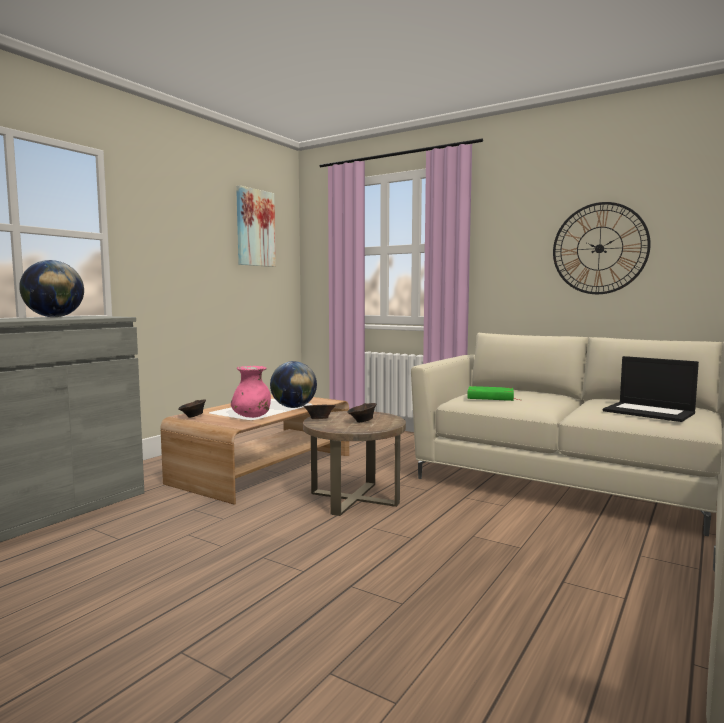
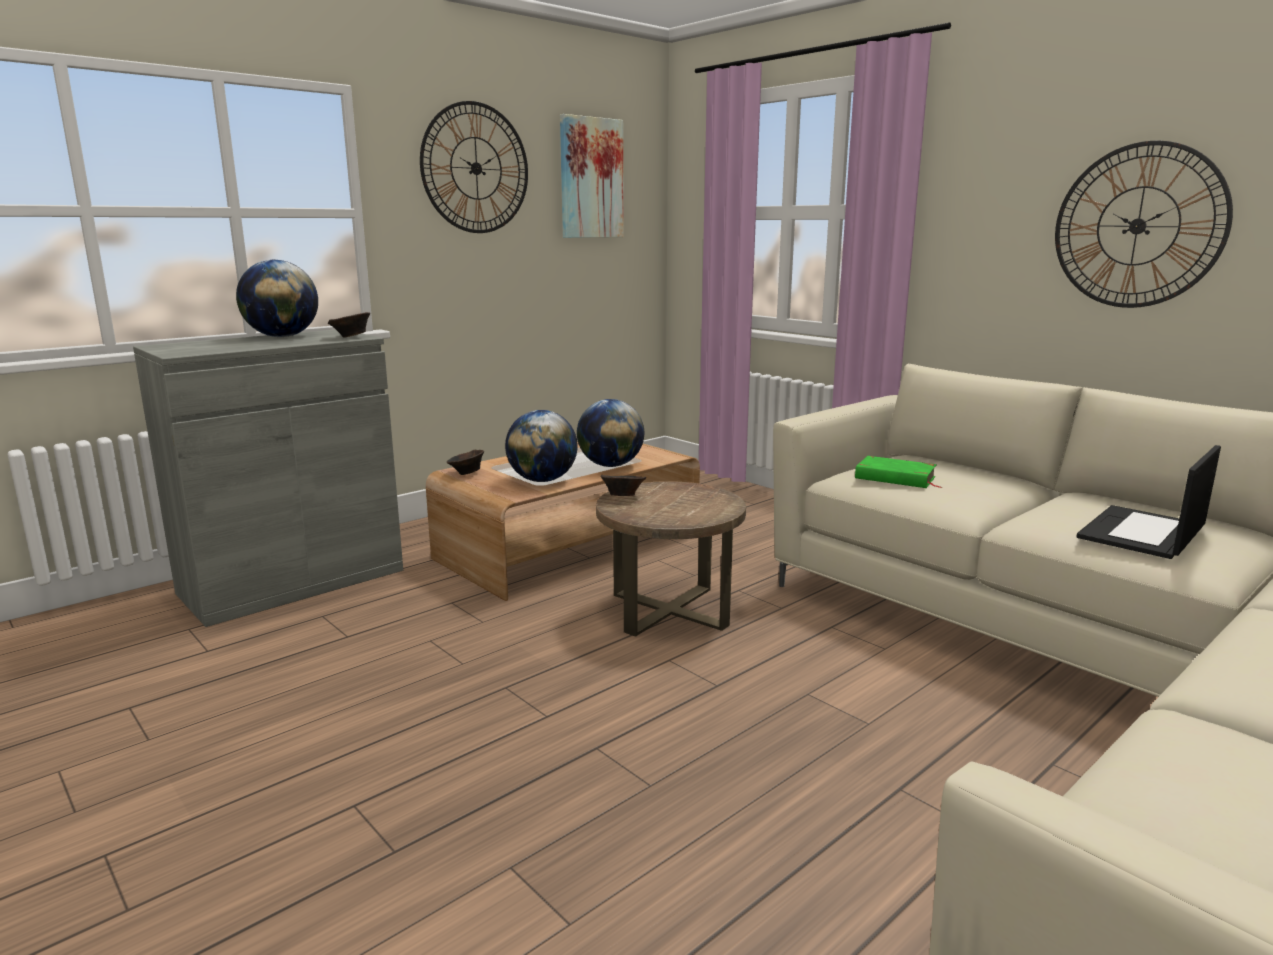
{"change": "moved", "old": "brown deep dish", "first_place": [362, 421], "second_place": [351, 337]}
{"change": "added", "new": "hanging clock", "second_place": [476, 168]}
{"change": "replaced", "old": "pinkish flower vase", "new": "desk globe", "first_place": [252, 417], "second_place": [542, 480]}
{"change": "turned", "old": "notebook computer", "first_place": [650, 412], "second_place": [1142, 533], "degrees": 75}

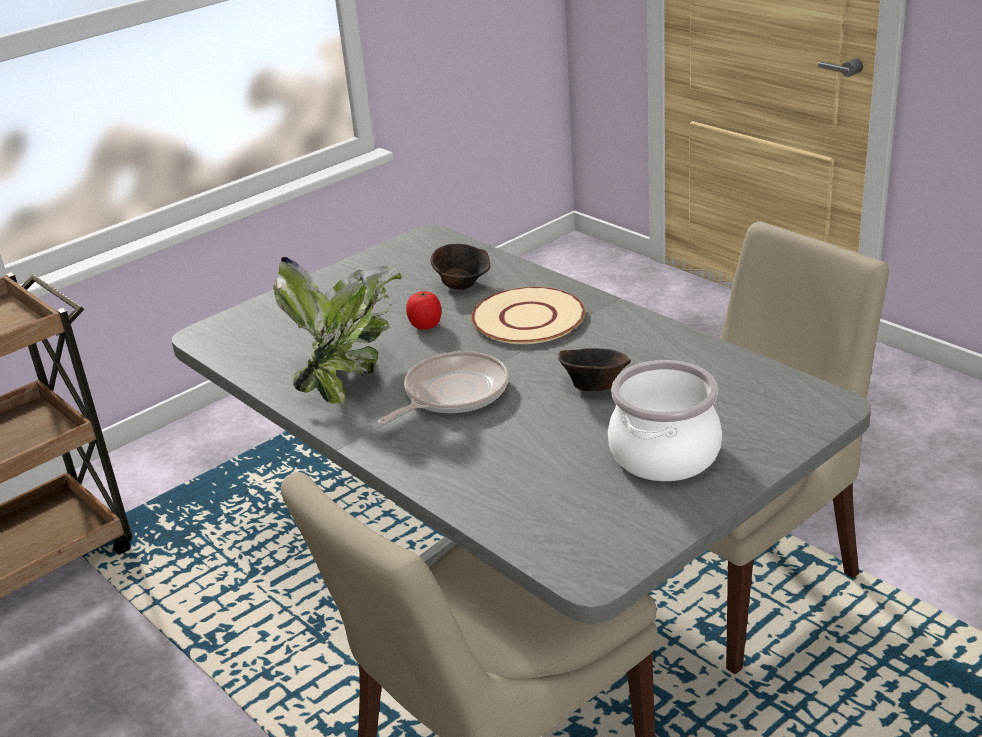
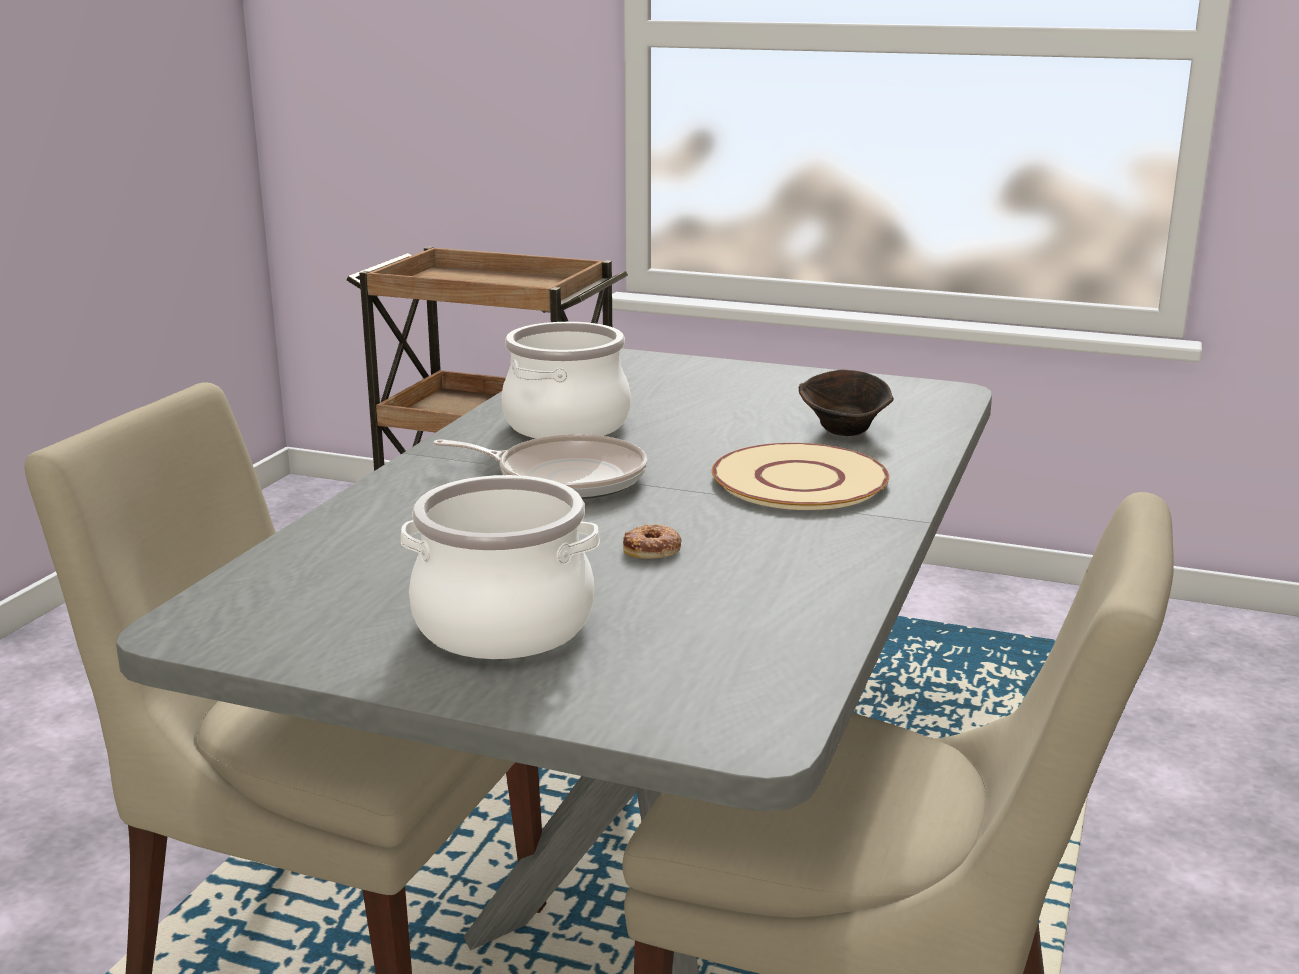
{"change": "replaced", "old": "plant in a pot", "new": "cooking pot", "first_place": [347, 375], "second_place": [565, 424]}
{"change": "replaced", "old": "brown deep dish", "new": "doughnut", "first_place": [593, 386], "second_place": [653, 549]}
{"change": "removed", "old": "fresh tomato", "first_place": [426, 325]}

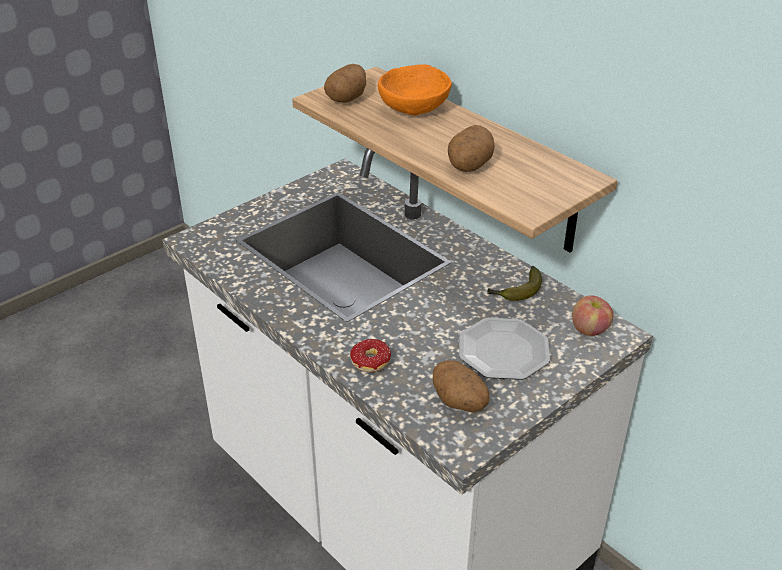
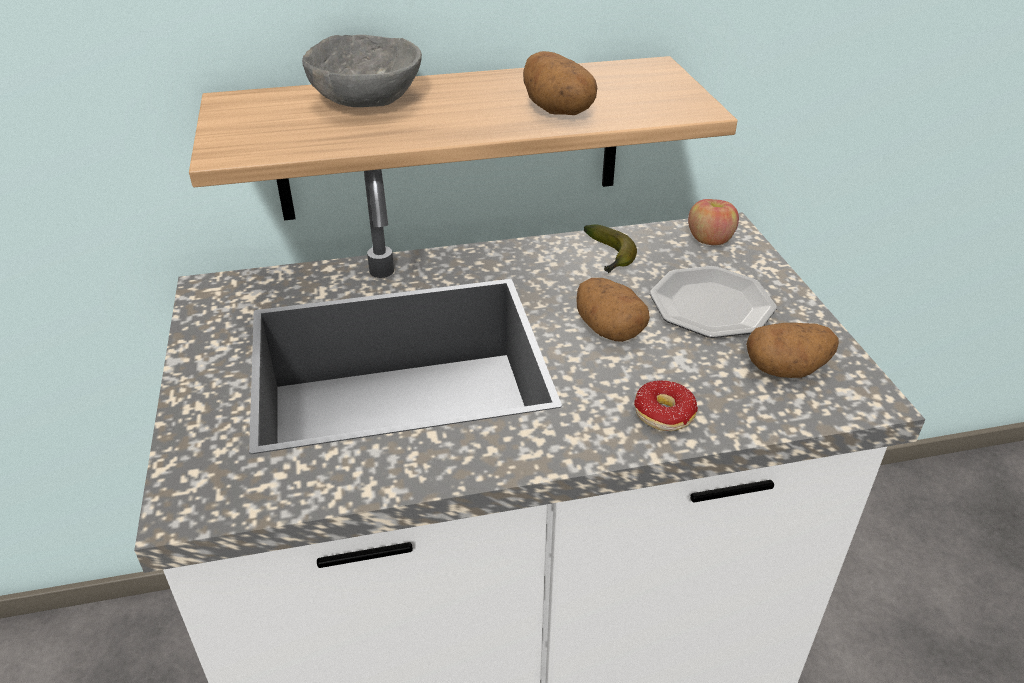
{"change": "recoloured", "old": "orangey deep dish", "new": "greyish deep dish", "first_place": [414, 108], "second_place": [366, 101]}
{"change": "moved", "old": "potato", "first_place": [347, 98], "second_place": [608, 330]}

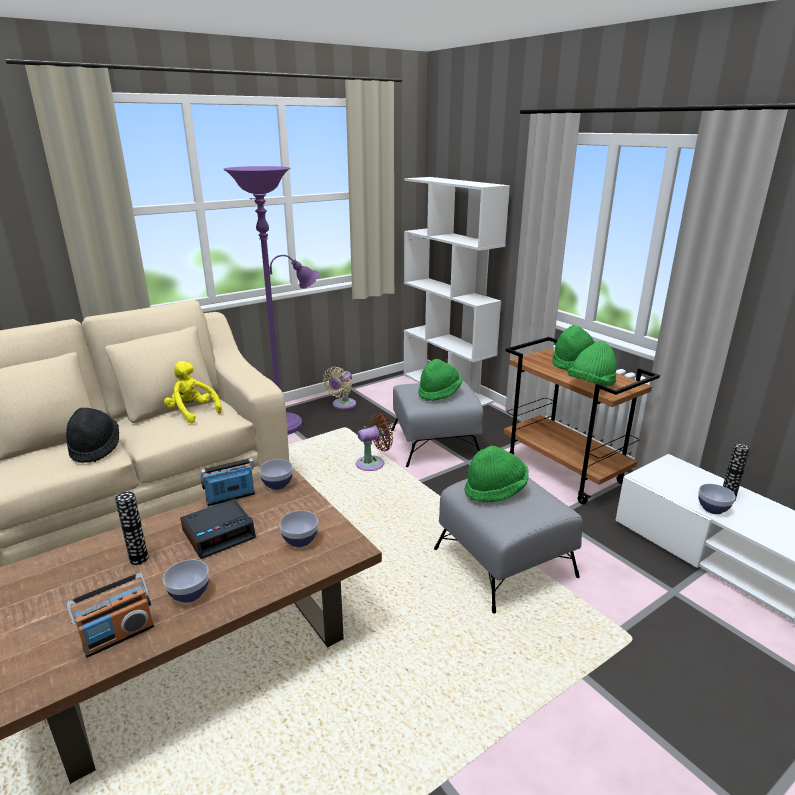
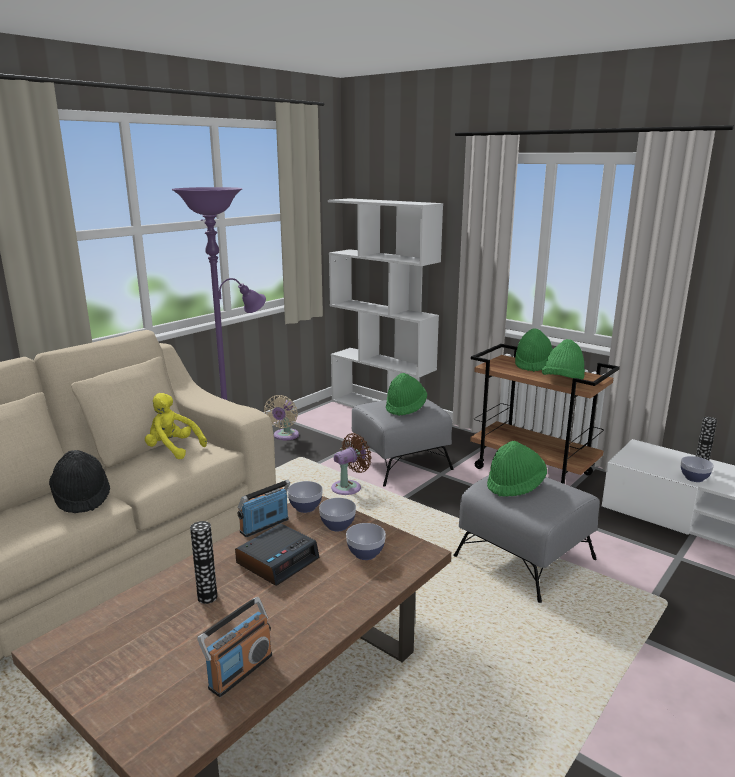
{"change": "moved", "old": "deep dish", "first_place": [189, 593], "second_place": [337, 525]}

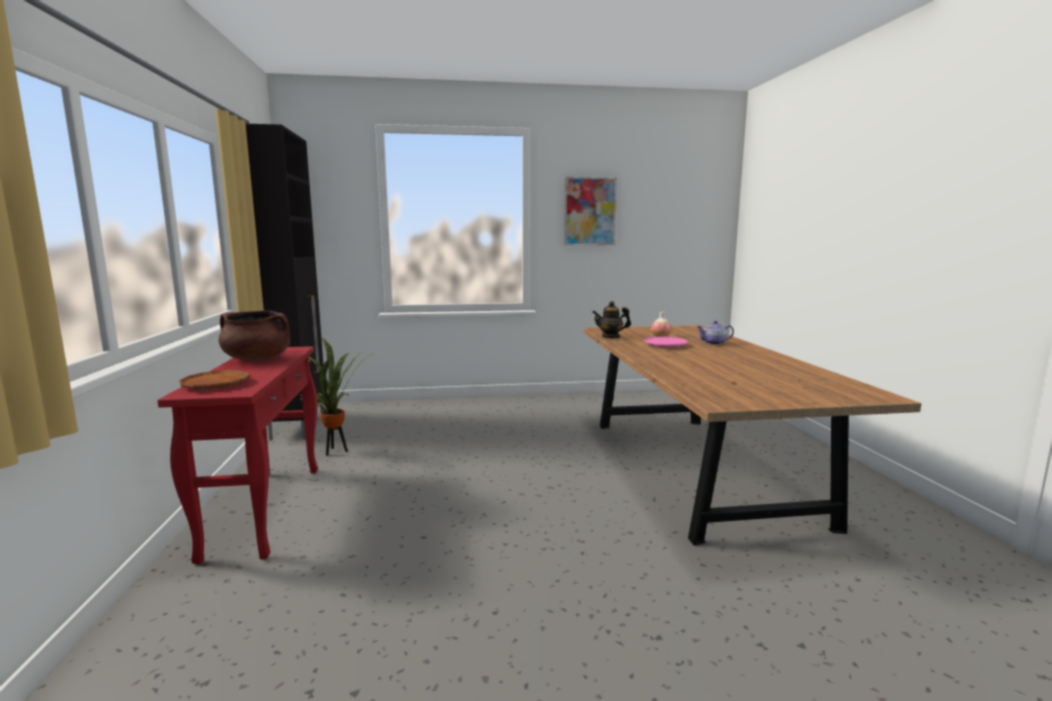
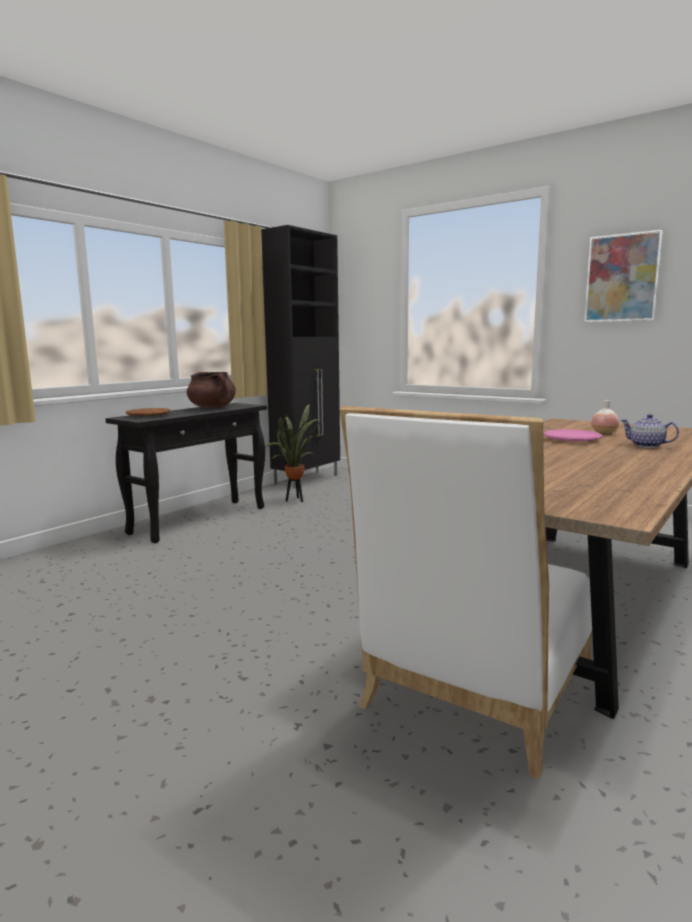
{"change": "recoloured", "old": "red-coloured narrow table", "new": "blackish narrow table", "first_place": [265, 509], "second_place": [200, 520]}
{"change": "added", "new": "white chair", "second_place": [475, 693]}
{"change": "removed", "old": "pot for tea", "first_place": [610, 336]}

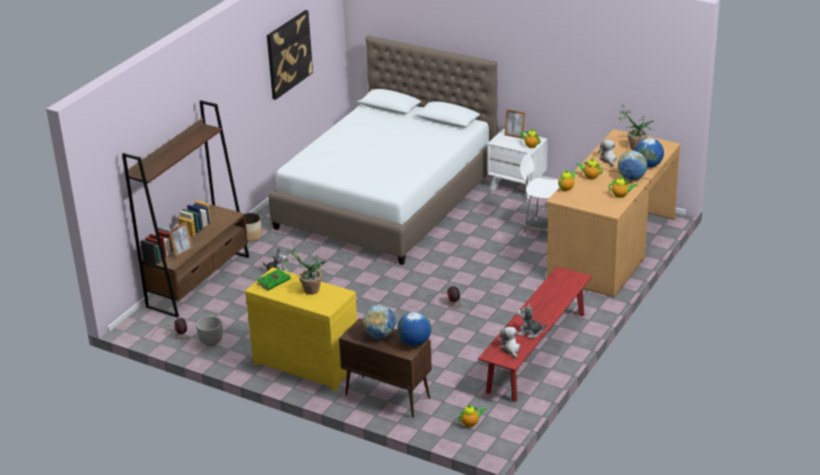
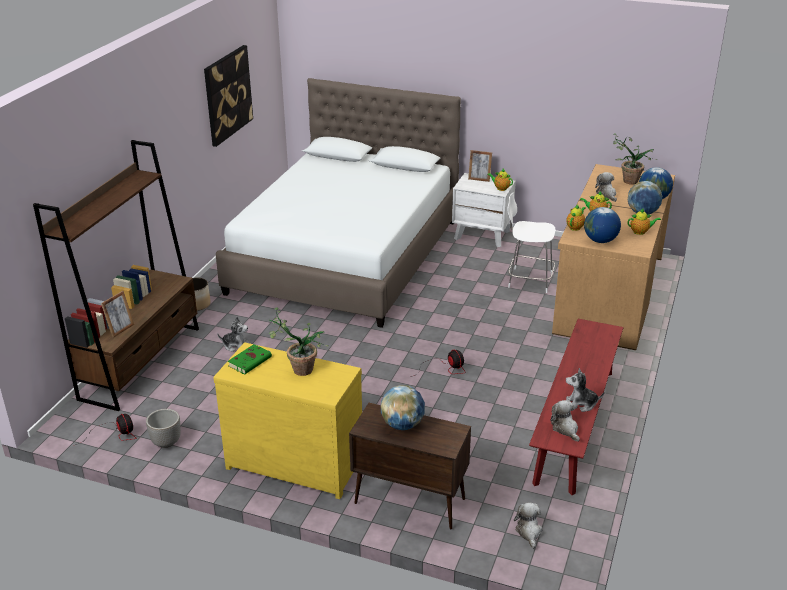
{"change": "replaced", "old": "pot for tea", "new": "soft toy", "first_place": [471, 423], "second_place": [529, 532]}
{"change": "moved", "old": "desk globe", "first_place": [414, 342], "second_place": [600, 240]}

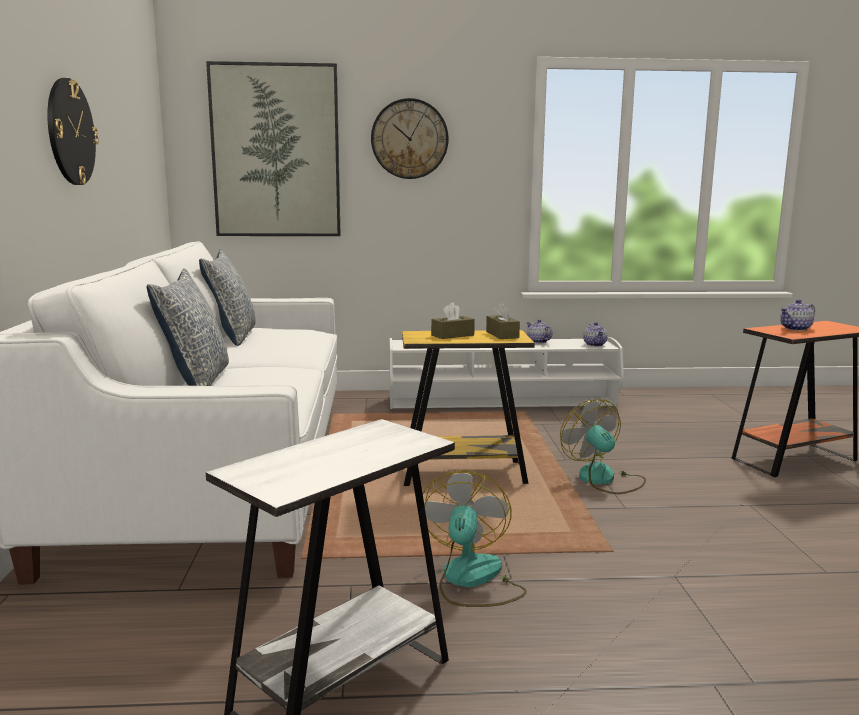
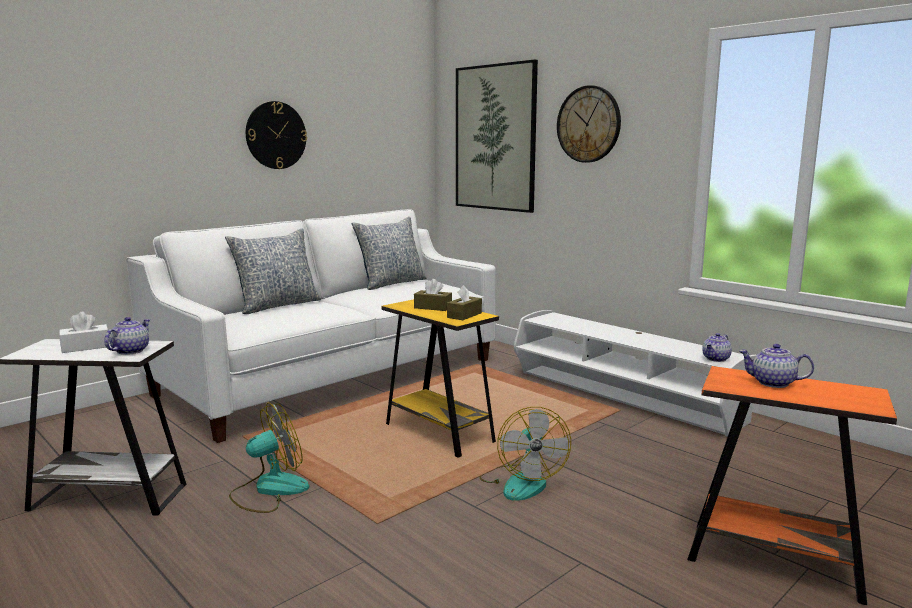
{"change": "added", "new": "white box of tissues", "second_place": [85, 347]}
{"change": "moved", "old": "pot for tea", "first_place": [538, 341], "second_place": [130, 351]}
{"change": "turned", "old": "electric fan", "first_place": [604, 479], "second_place": [522, 482], "degrees": 150}

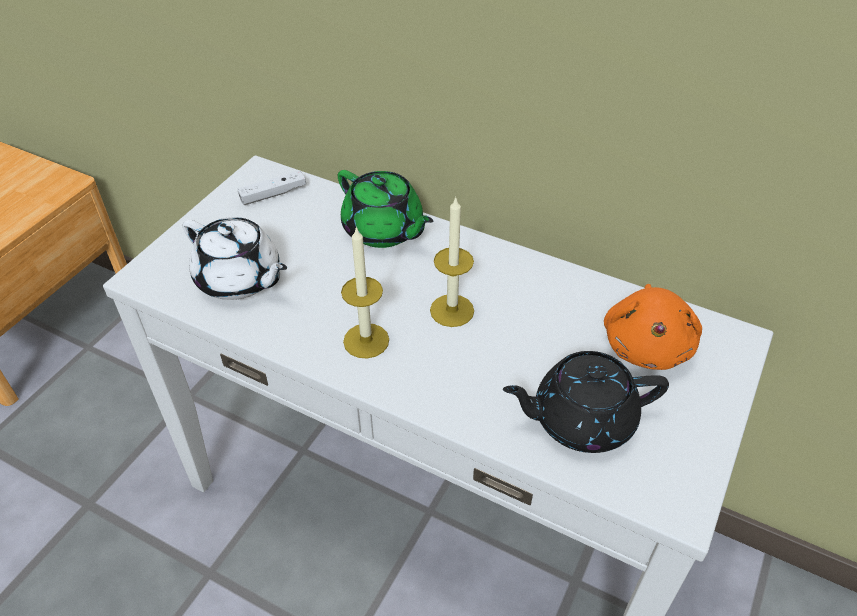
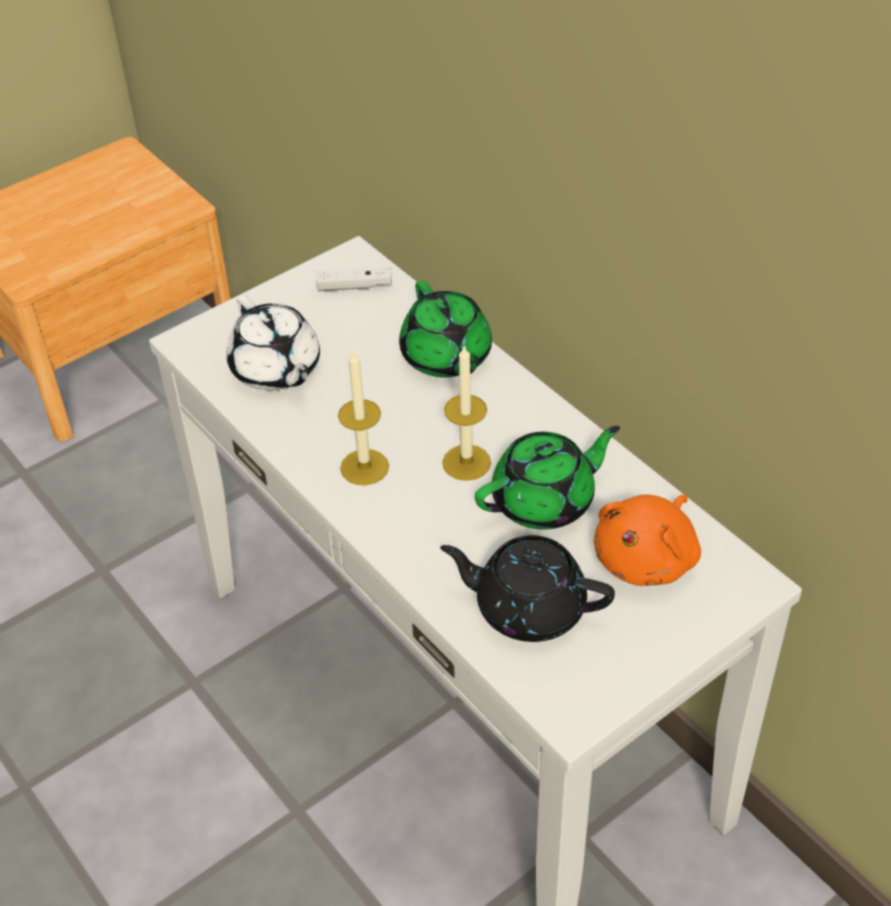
{"change": "added", "new": "green pot for tea", "second_place": [545, 501]}

